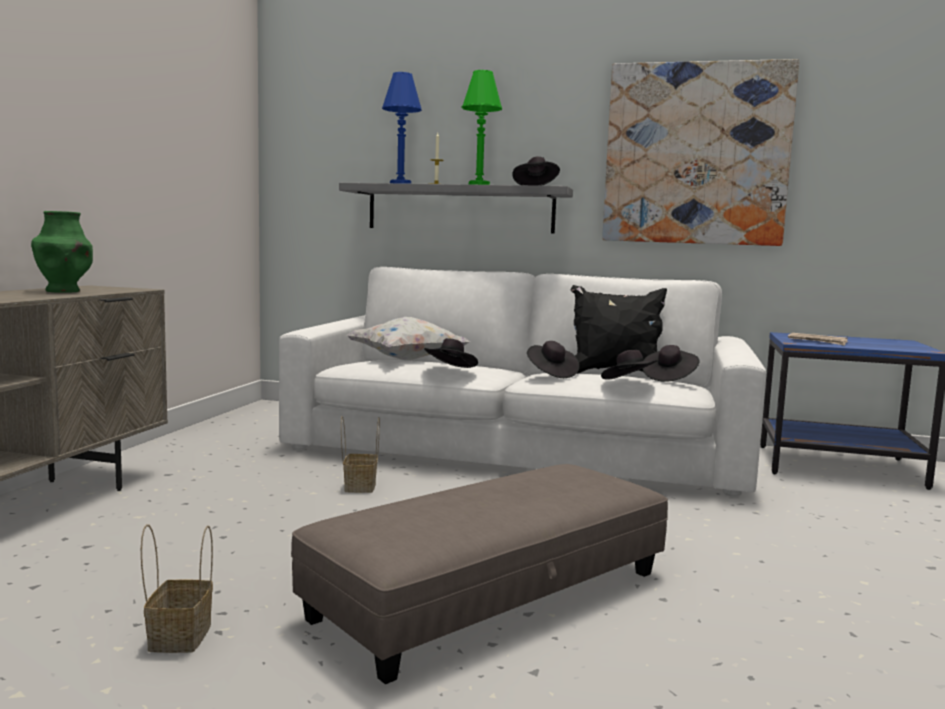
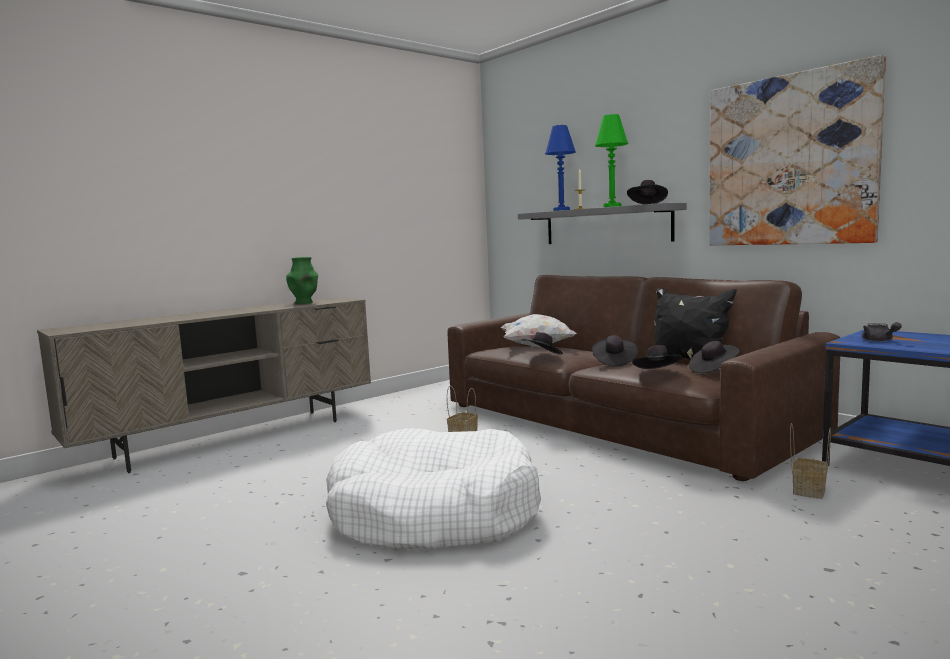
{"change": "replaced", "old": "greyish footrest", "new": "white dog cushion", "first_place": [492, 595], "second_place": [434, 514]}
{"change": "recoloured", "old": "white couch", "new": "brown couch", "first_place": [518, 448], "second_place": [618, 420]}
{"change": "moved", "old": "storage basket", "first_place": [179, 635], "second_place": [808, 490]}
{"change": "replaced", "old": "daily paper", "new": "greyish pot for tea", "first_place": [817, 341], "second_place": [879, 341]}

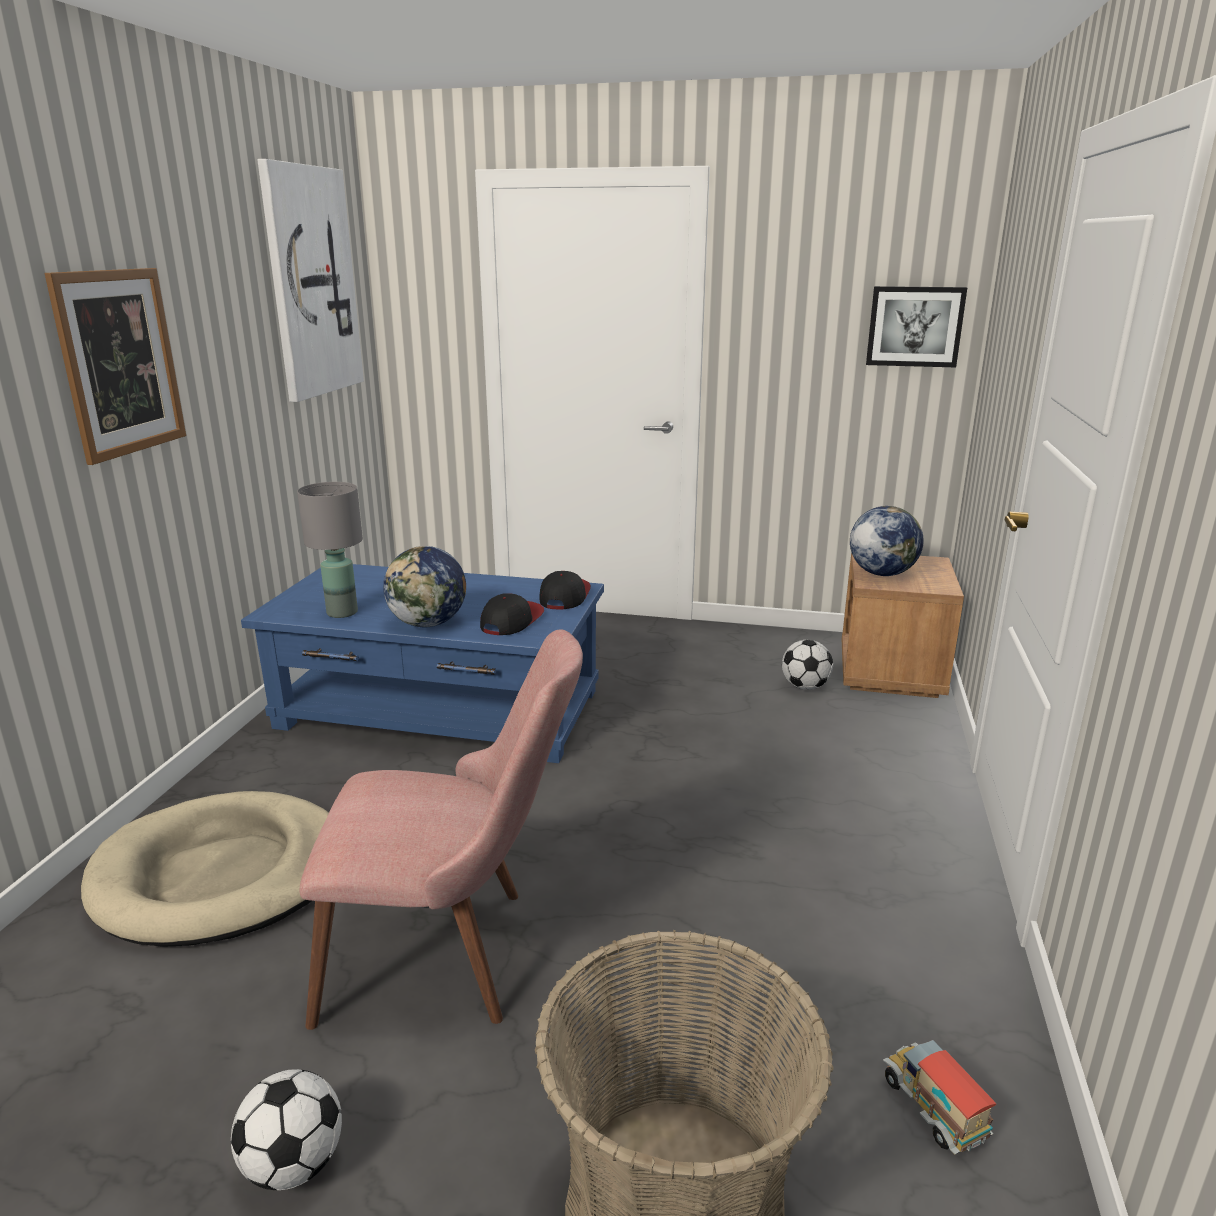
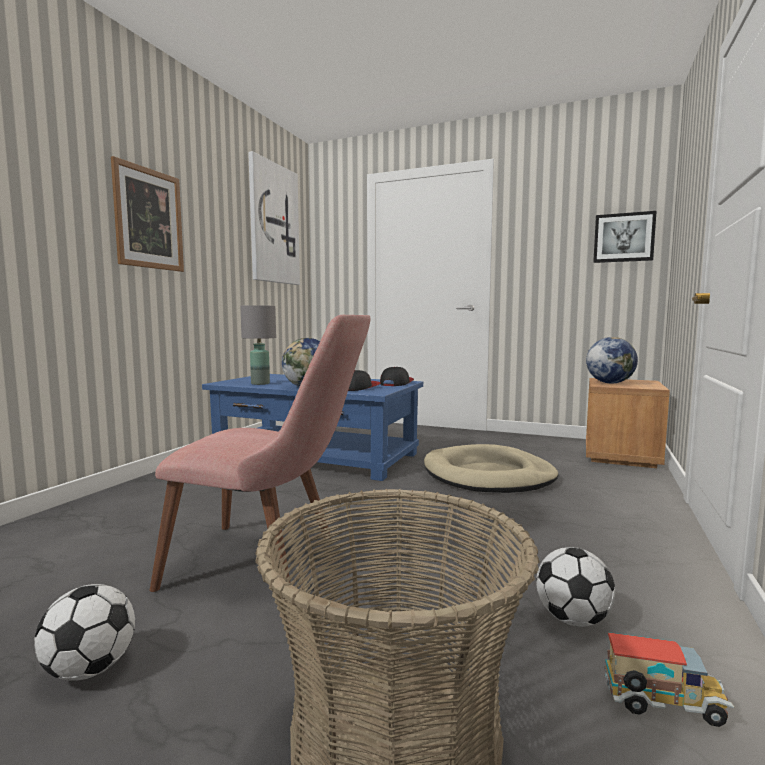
{"change": "moved", "old": "sand-coloured dog cushion", "first_place": [221, 875], "second_place": [489, 475]}
{"change": "moved", "old": "football ball", "first_place": [805, 687], "second_place": [572, 619]}
{"change": "turned", "old": "model truck", "first_place": [933, 1110], "second_place": [662, 706], "degrees": 120}

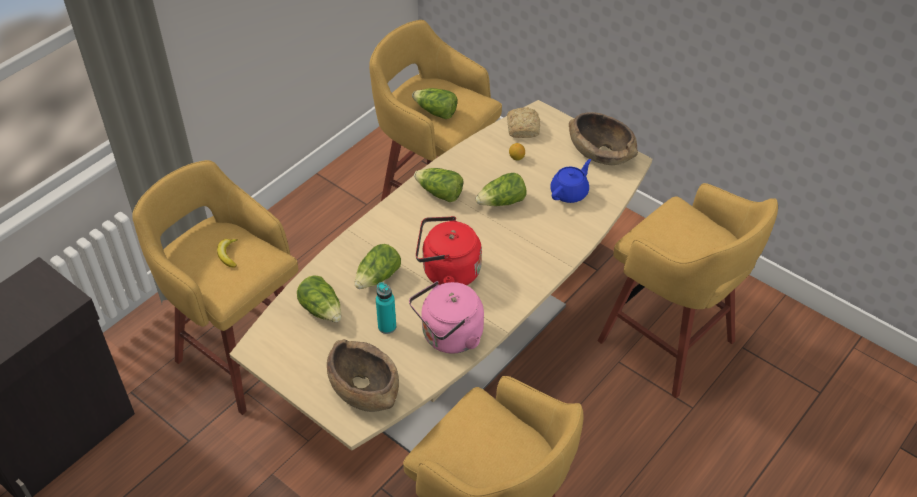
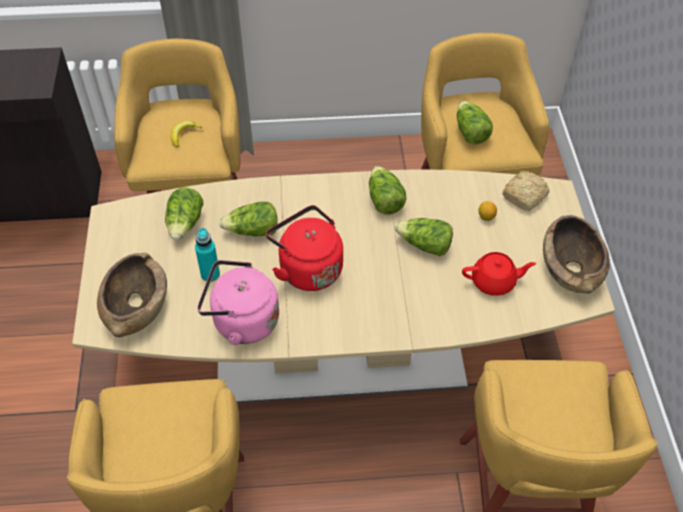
{"change": "recoloured", "old": "blue pot for tea", "new": "red-coloured pot for tea", "first_place": [570, 192], "second_place": [494, 281]}

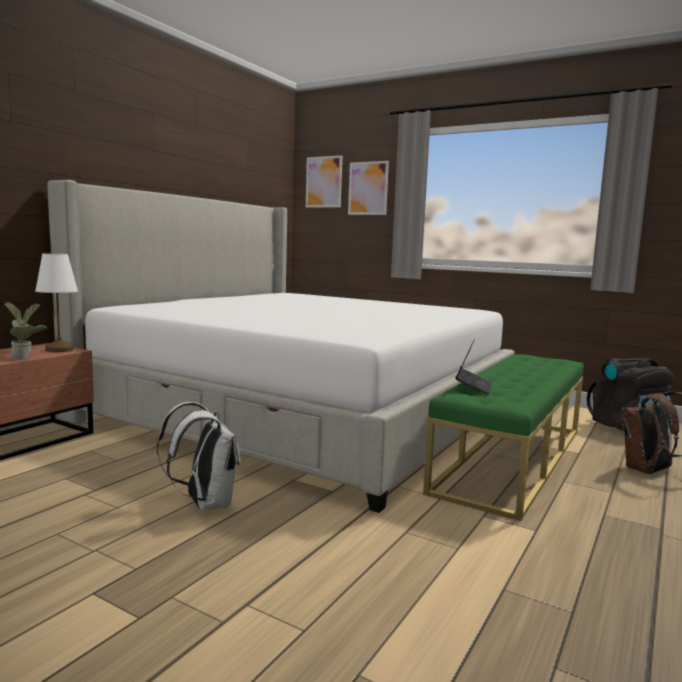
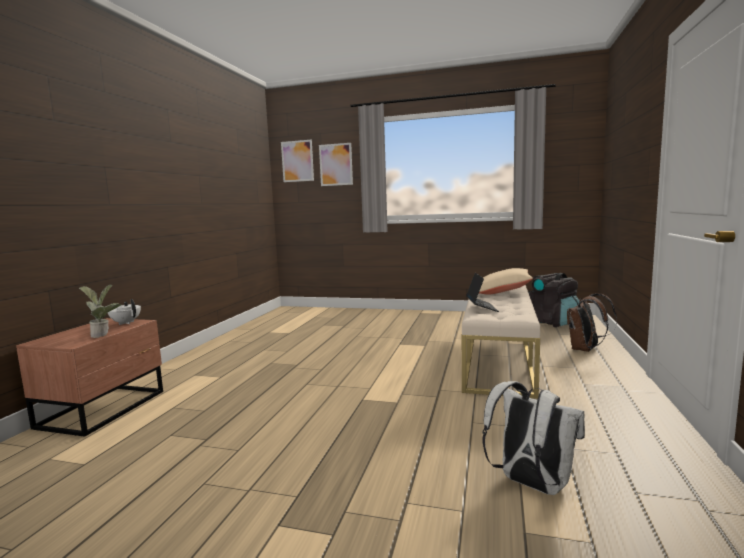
{"change": "replaced", "old": "white tabletop lamp", "new": "white pot for tea", "first_place": [60, 349], "second_place": [126, 323]}
{"change": "recoloured", "old": "green long seat", "new": "sand-coloured long seat", "first_place": [512, 458], "second_place": [498, 356]}
{"change": "added", "new": "sand-coloured pillow", "second_place": [503, 291]}
{"change": "moved", "old": "white knapsack", "first_place": [205, 504], "second_place": [530, 484]}
{"change": "removed", "old": "bedroom bed", "first_place": [302, 413]}

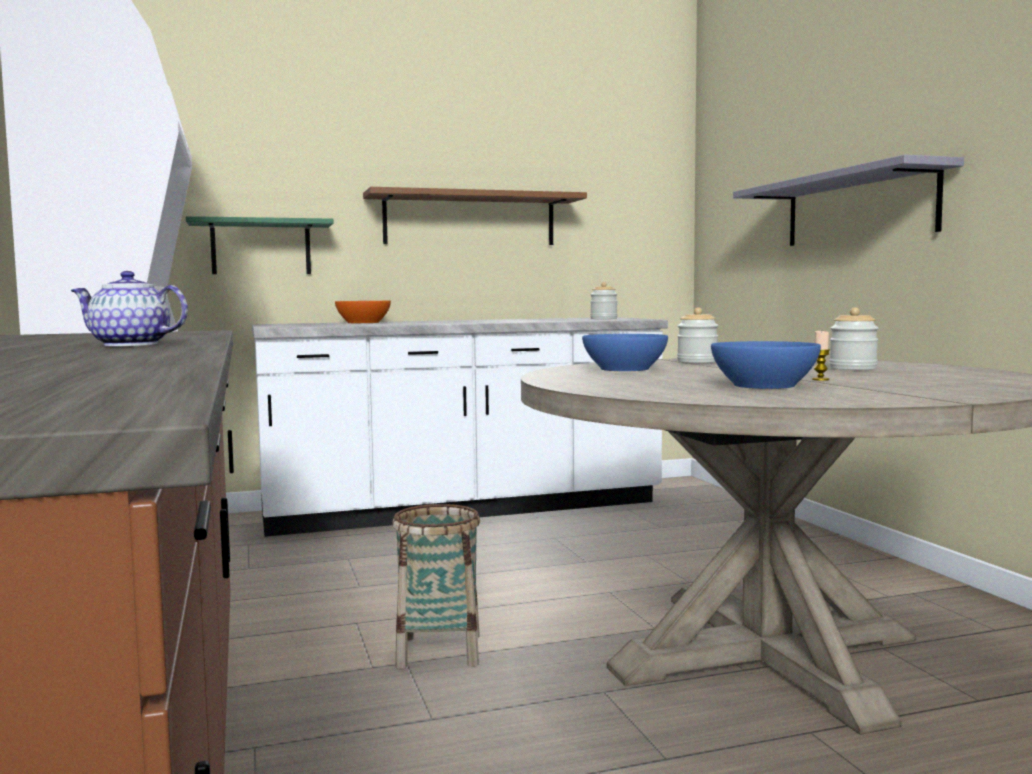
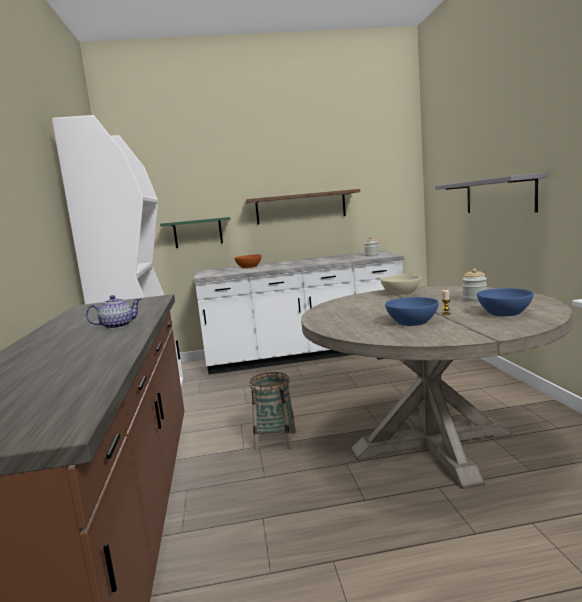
{"change": "turned", "old": "pot for tea", "first_place": [131, 345], "second_place": [117, 326], "degrees": 135}
{"change": "replaced", "old": "preserve jar", "new": "sand-coloured deep dish", "first_place": [697, 361], "second_place": [401, 293]}
{"change": "moved", "old": "blue deep dish", "first_place": [624, 369], "second_place": [504, 312]}

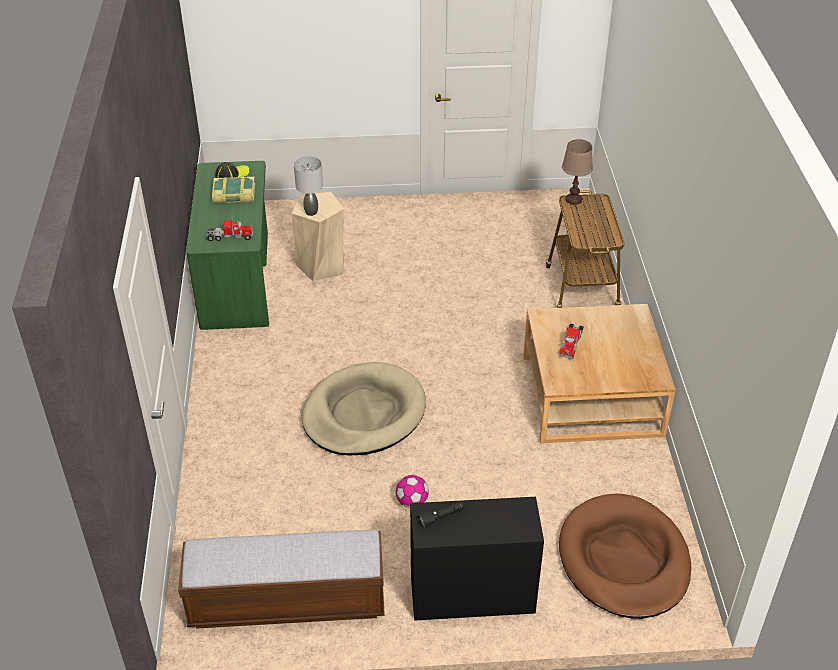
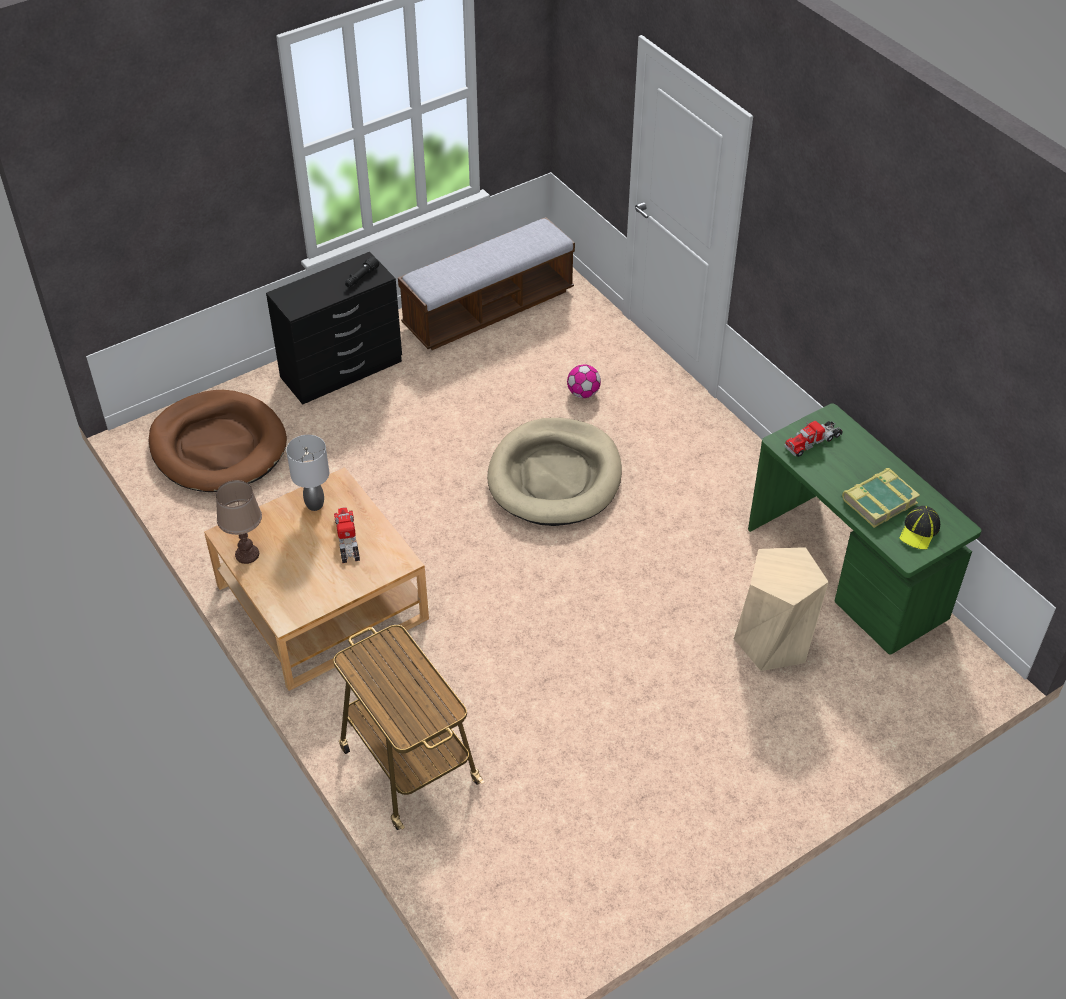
{"change": "moved", "old": "brown tabletop lamp", "first_place": [573, 200], "second_place": [247, 554]}
{"change": "moved", "old": "greyish tabletop lamp", "first_place": [311, 212], "second_place": [314, 504]}
{"change": "moved", "old": "football ball", "first_place": [412, 502], "second_place": [583, 393]}

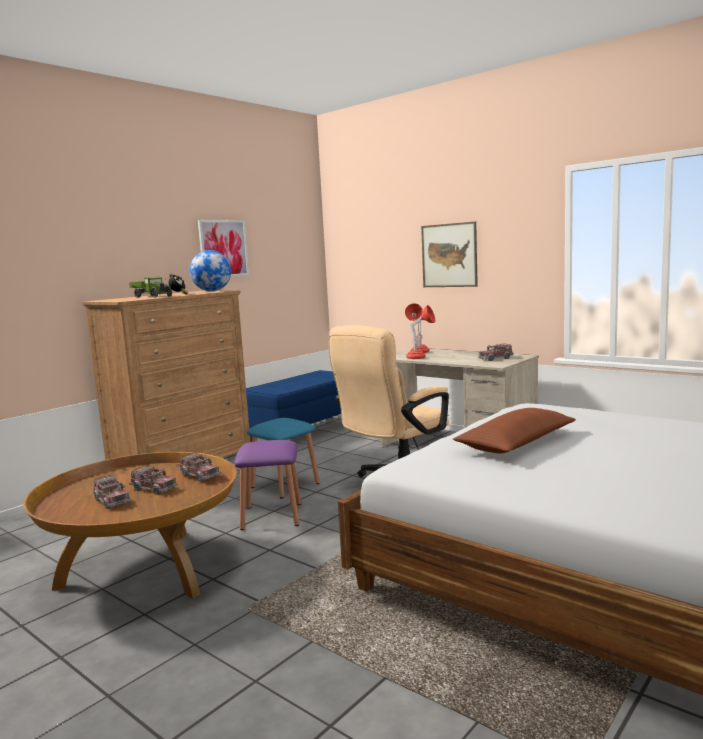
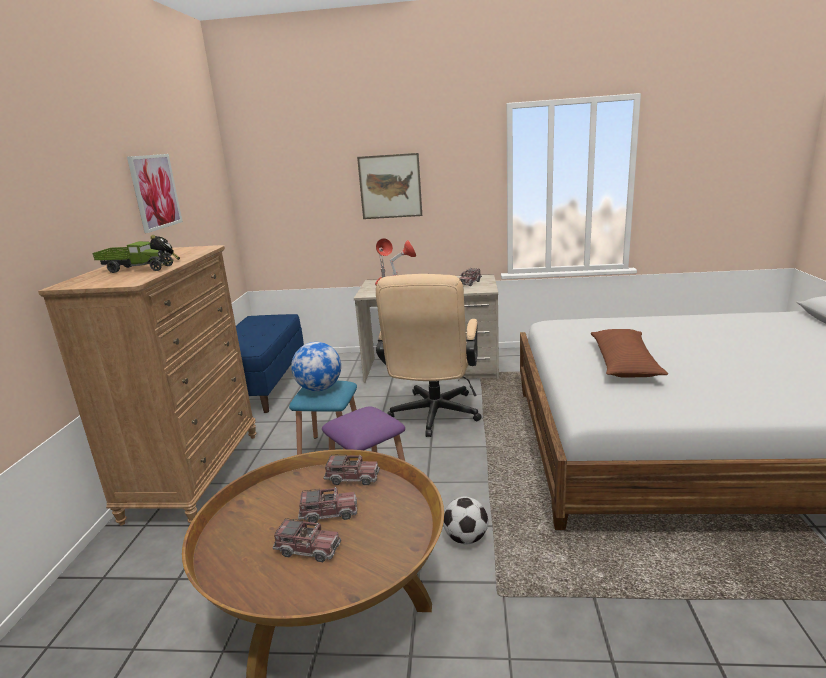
{"change": "moved", "old": "desk globe", "first_place": [212, 291], "second_place": [319, 389]}
{"change": "added", "new": "football ball", "second_place": [466, 538]}

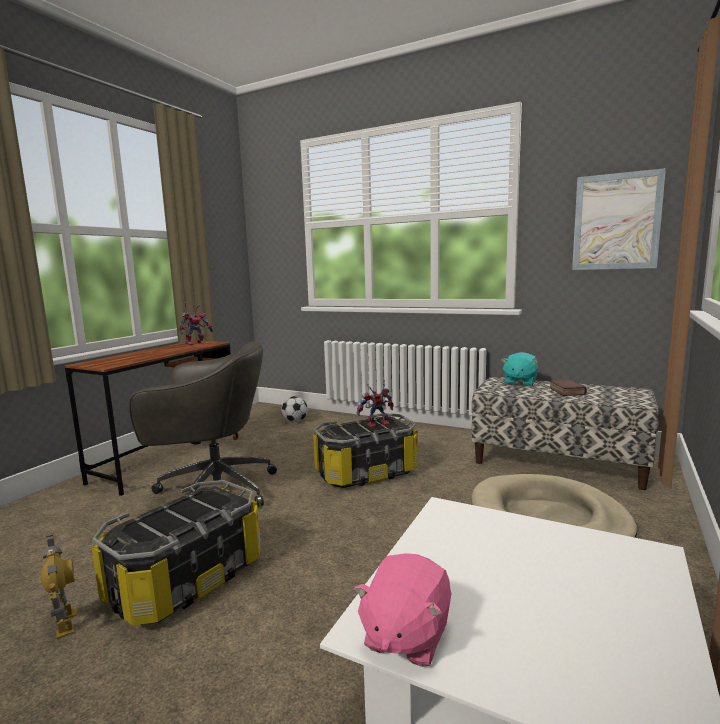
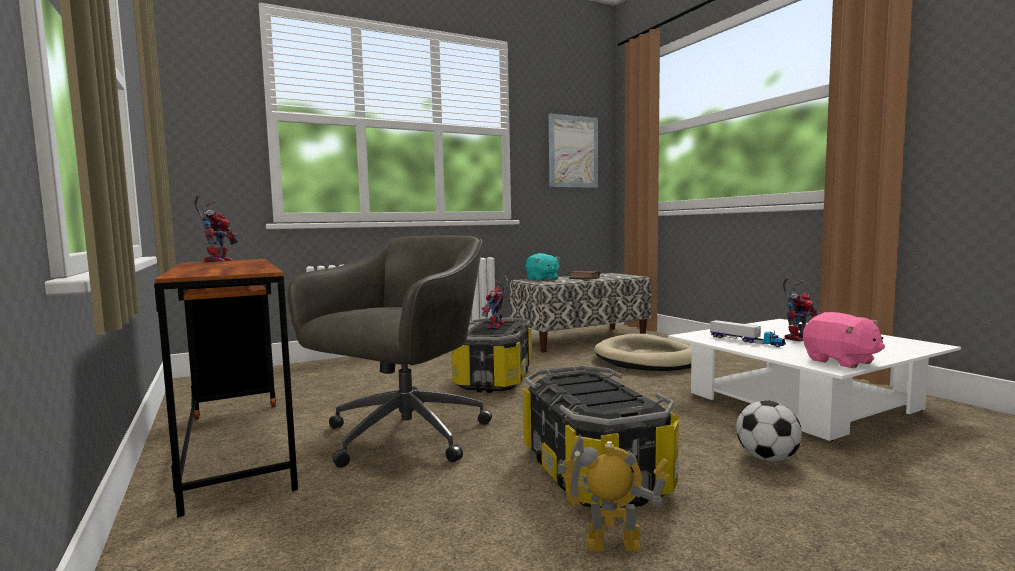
{"change": "added", "new": "model truck", "second_place": [746, 341]}
{"change": "moved", "old": "football ball", "first_place": [295, 422], "second_place": [767, 459]}
{"change": "added", "new": "model robot", "second_place": [797, 338]}

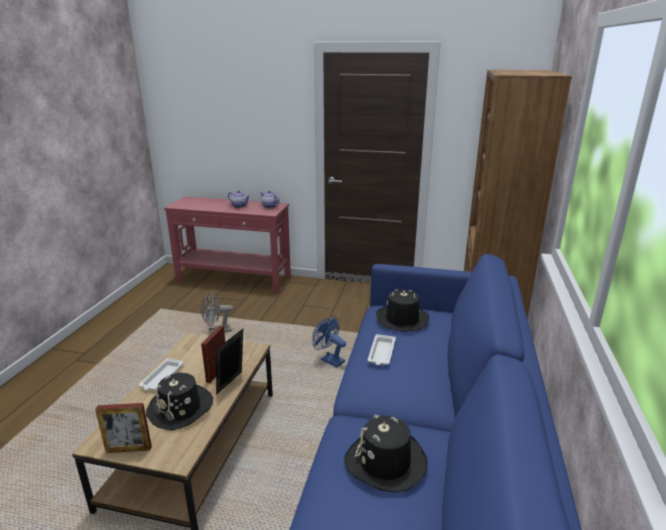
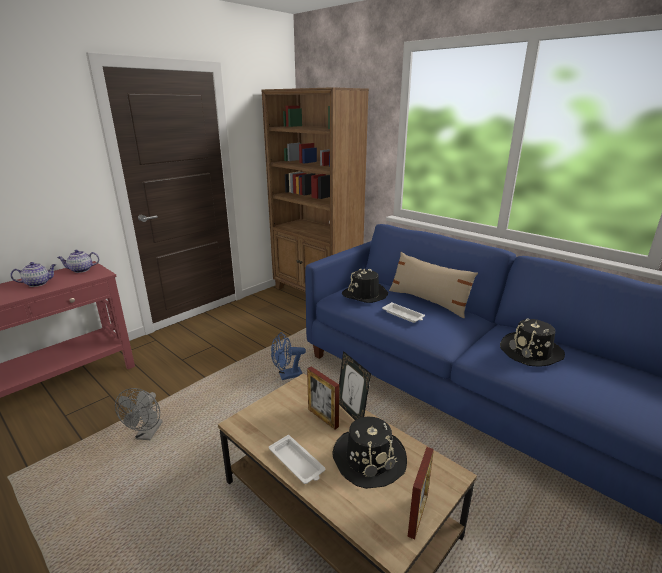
{"change": "added", "new": "sand-coloured pillow", "second_place": [428, 301]}

